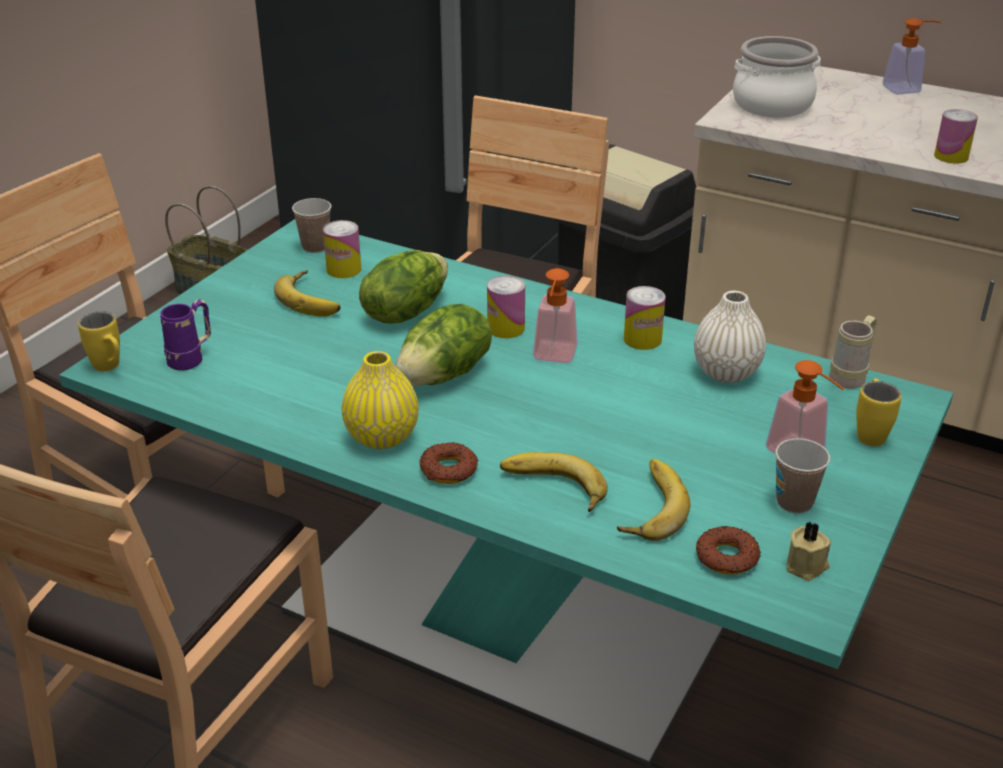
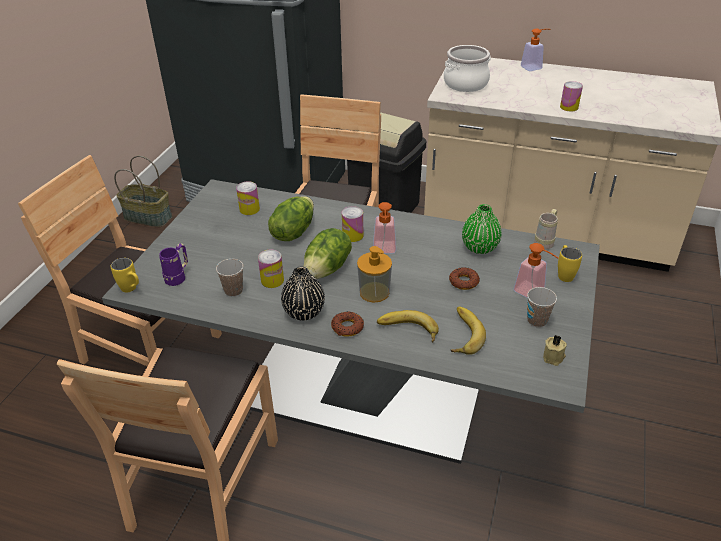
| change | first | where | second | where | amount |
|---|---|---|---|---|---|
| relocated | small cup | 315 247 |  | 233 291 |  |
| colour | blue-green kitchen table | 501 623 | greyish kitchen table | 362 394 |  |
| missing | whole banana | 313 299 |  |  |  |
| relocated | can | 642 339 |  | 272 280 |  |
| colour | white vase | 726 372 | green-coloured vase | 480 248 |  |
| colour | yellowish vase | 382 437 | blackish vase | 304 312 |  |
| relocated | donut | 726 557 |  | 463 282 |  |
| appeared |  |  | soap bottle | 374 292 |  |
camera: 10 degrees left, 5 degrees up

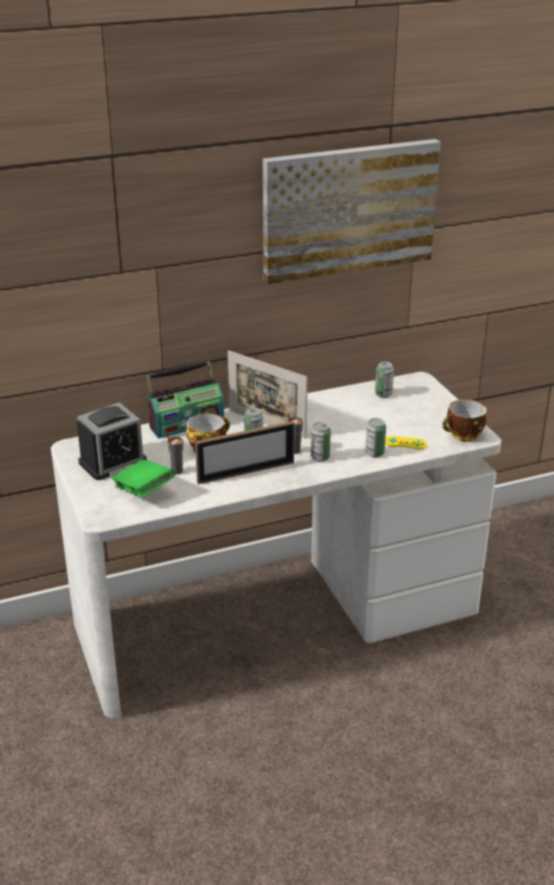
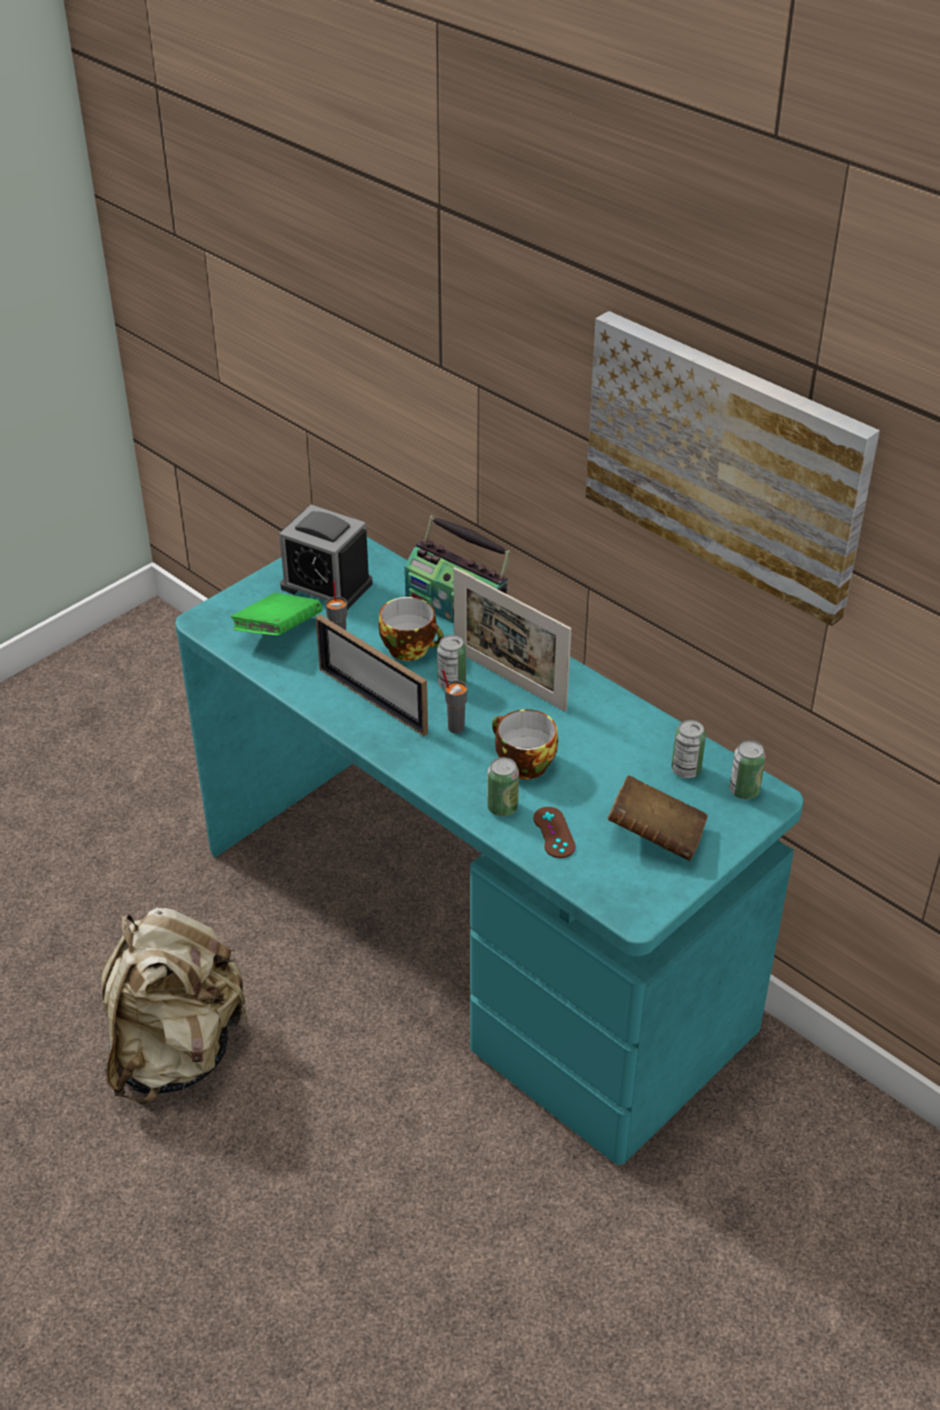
| change | first | where | second | where | amount |
|---|---|---|---|---|---|
| spun | standing frame | 266 424 |  | 509 680 | 60 degrees counterclockwise |
| colour | white desk unit | 276 616 | blue-green desk unit | 471 932 |  |
| relocated | small cup | 463 435 |  | 521 764 |  |
| relocated | can | 320 457 |  | 744 791 |  |
| colour | yellowish gamepad | 405 443 | brown-coloured gamepad | 554 833 |  |
| appeared |  |  | brown-coloured bound book | 656 836 |  |
| appeared |  |  | beige knapsack | 176 1051 |  |
camera: 65 degrees right, 10 degrees up

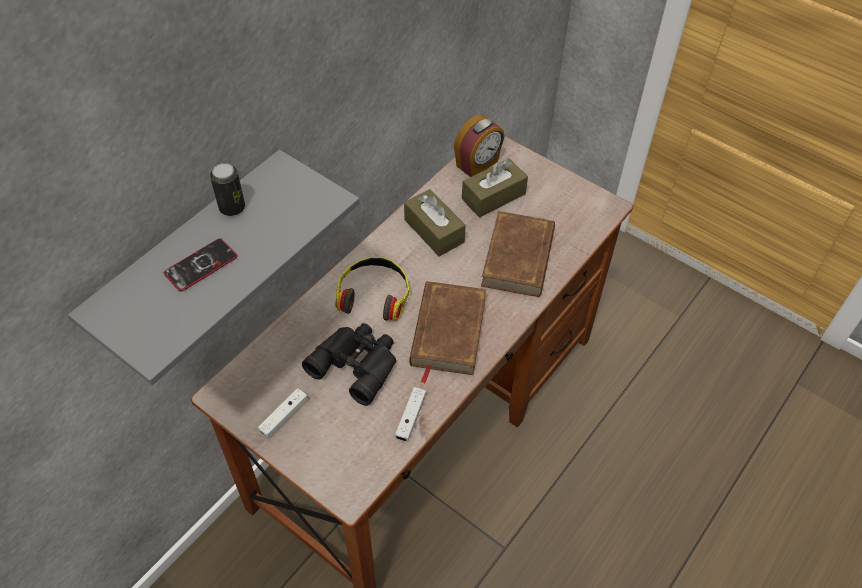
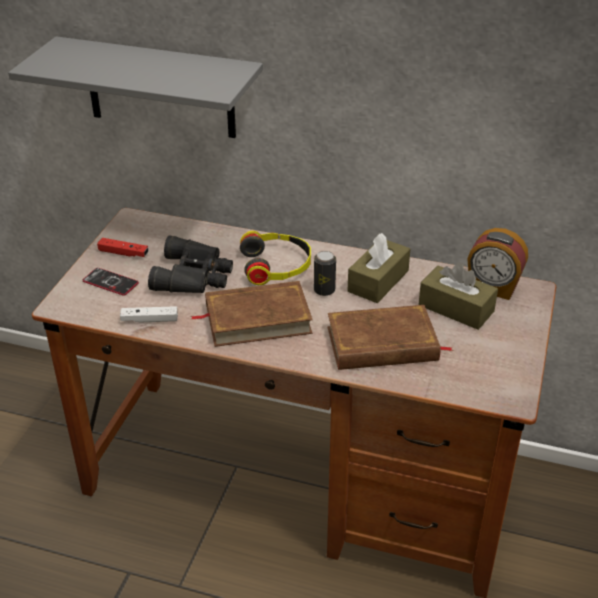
| change | first | where | second | where | amount |
|---|---|---|---|---|---|
| relocated | can | 232 207 |  | 324 290 |  |
| relocated | handset | 201 265 |  | 110 282 |  |
| colour | white gamepad | 284 416 | red gamepad | 123 253 |  |
camera: 70 degrees right, 15 degrees down

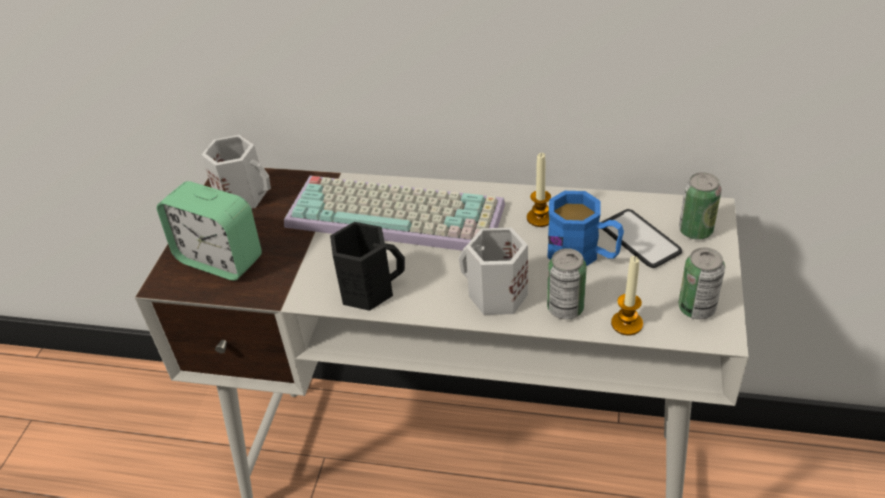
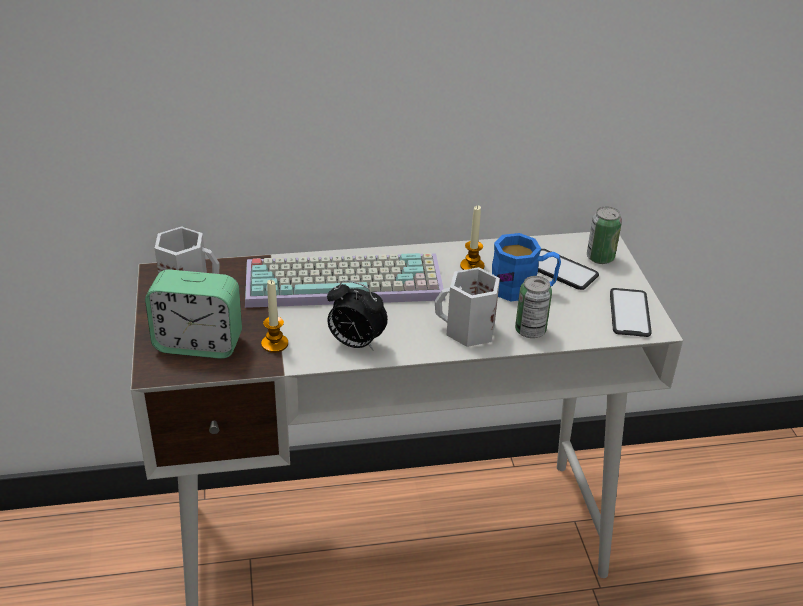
| change | first | where | second | where | amount |
|---|---|---|---|---|---|
| exchanged | blackish coffee mug | 368 288 | alarm clock | 355 343 |  |
| exchanged | can | 696 308 | handset | 629 313 |  |
| relocated | wax candle | 626 324 |  | 274 344 |  |
camera: 25 degrees left, 5 degrees down

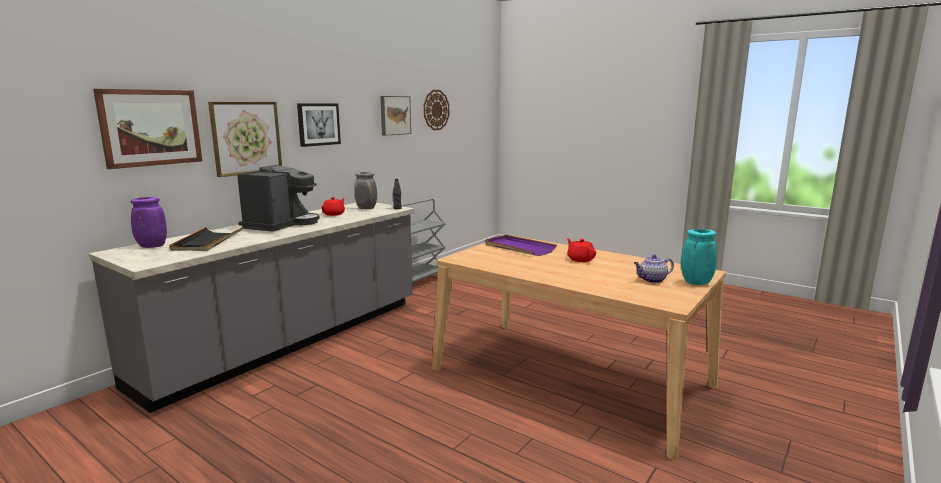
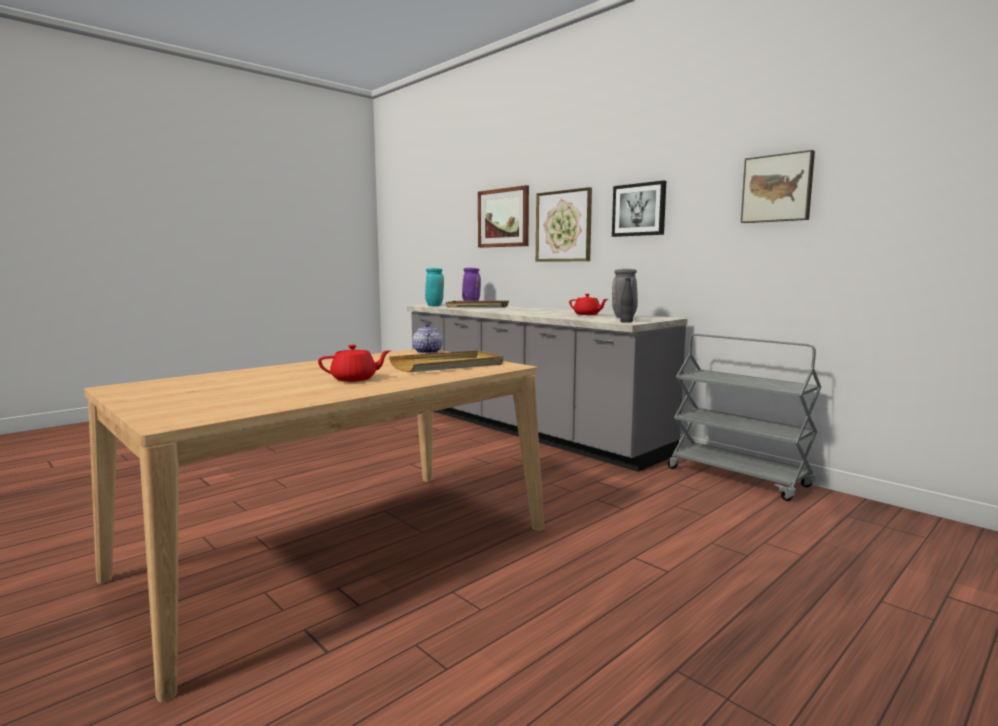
| change | first | where | second | where | amount |
|---|---|---|---|---|---|
| missing | wall clock | 436 110 |  |  |  |
| missing | coffee brewer | 281 224 |  |  |  |
| relocated | blue-green vase | 696 283 |  | 434 306 |  |
| colour | purplish carrying tray | 519 248 | beige carrying tray | 448 365 |  |
| relocated | teapot | 652 280 |  | 427 352 |  |
camera: 100 degrees right, 5 degrees down

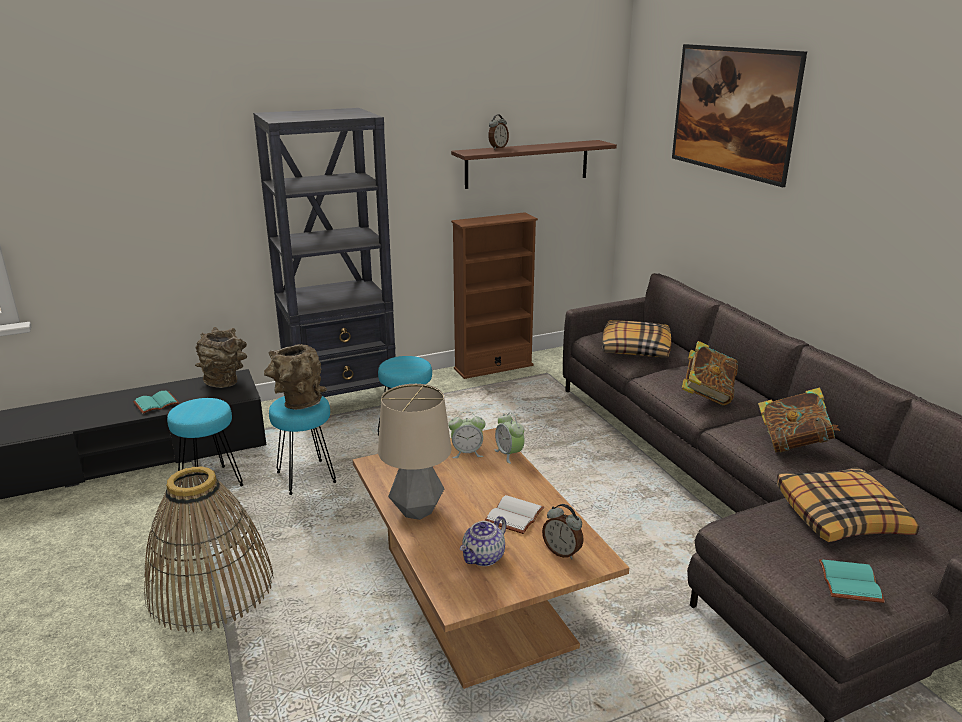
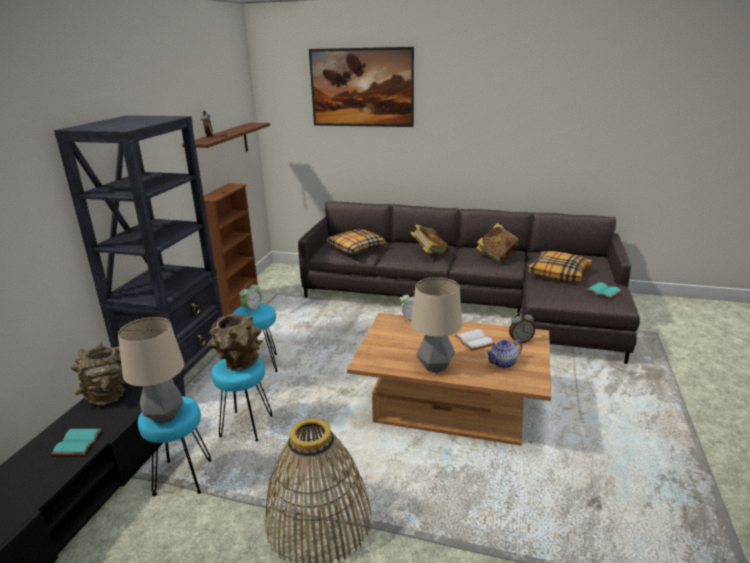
| change | first | where | second | where | amount |
|---|---|---|---|---|---|
| relocated | alarm clock | 467 453 |  | 252 310 |  |
| spun | teapot | 484 557 |  | 503 363 | 75 degrees clockwise |
| appeared |  |  | tabletop lamp | 165 416 |  |
camera: 50 degrees left, 0 degrees up

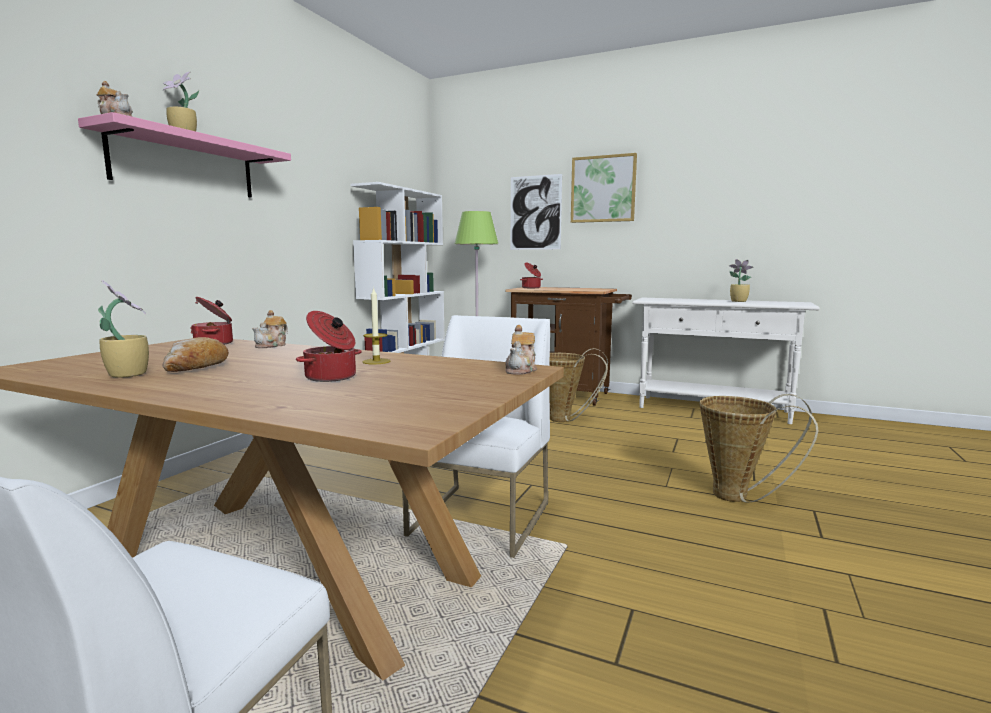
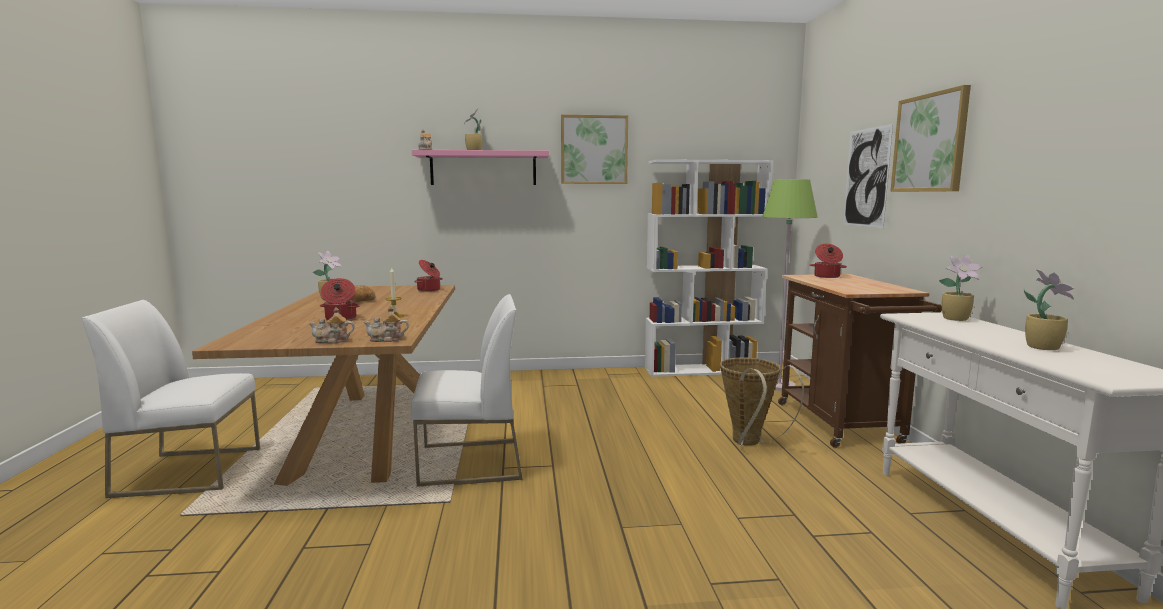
| change | first | where | second | where | amount |
|---|---|---|---|---|---|
| relocated | teapot | 272 345 |  | 332 341 |  |
| missing | household basket | 739 497 |  |  |  |
| appeared |  |  | wall picture | 594 150 |  |
| appeared |  |  | plant in a pot | 956 319 |  |
camera: 60 degrees right, 0 degrees up

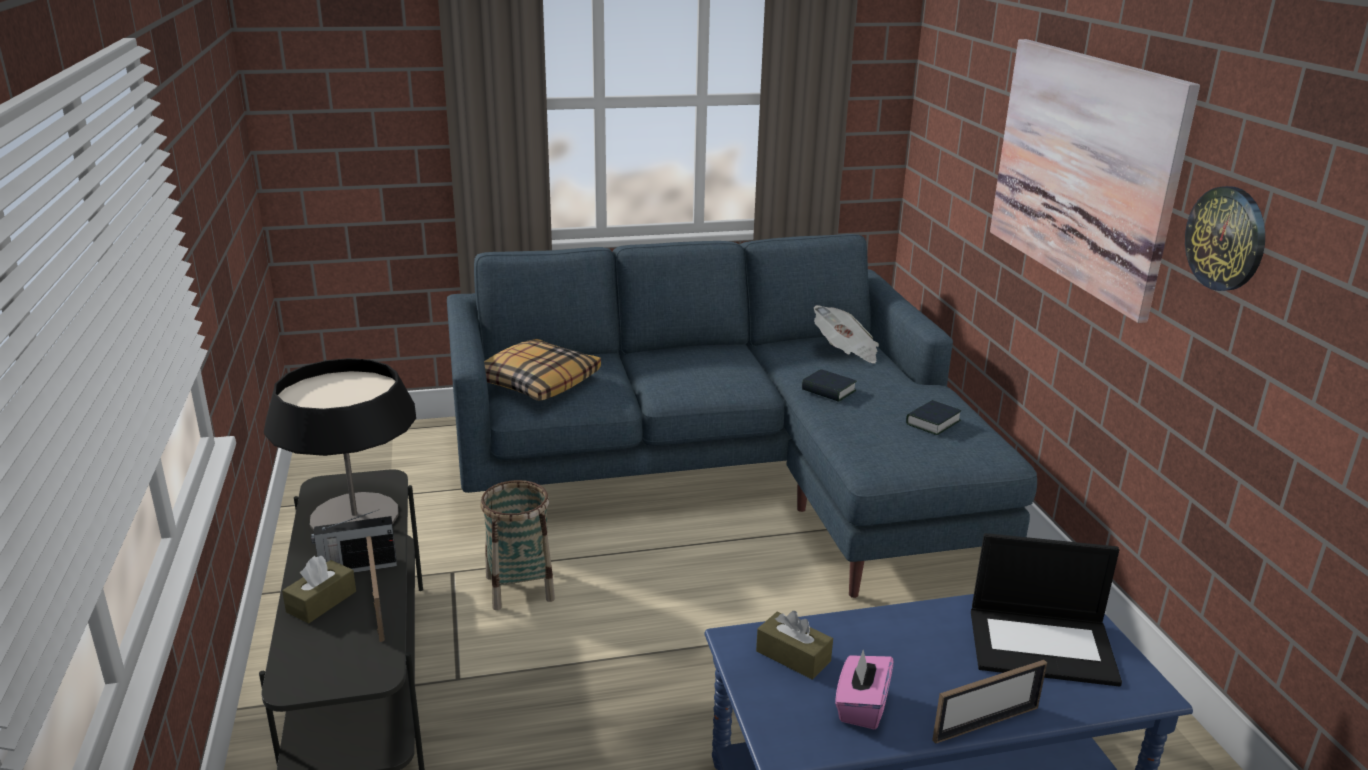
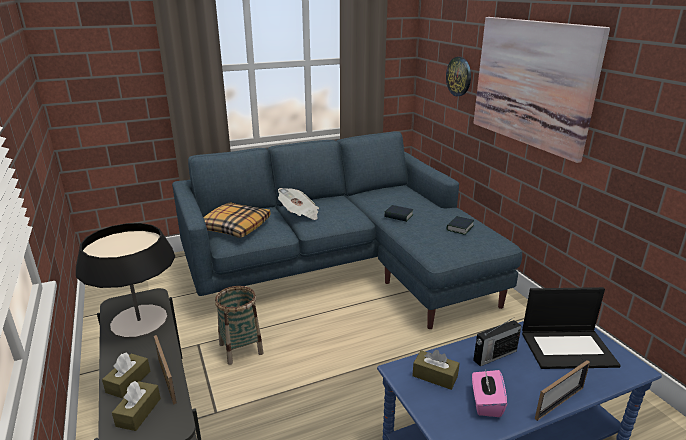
| change | first | where | second | where | amount |
|---|---|---|---|---|---|
| relocated | wall clock | 1226 238 |  | 459 76 |  |
| relocated | printed paper | 846 352 |  | 299 214 |  |
| relocated | radio | 357 567 |  | 494 356 |  |
| appeared |  |  | brown-coloured box of tissues | 138 412 |  |
camera: 10 degrees left, 0 degrees up

